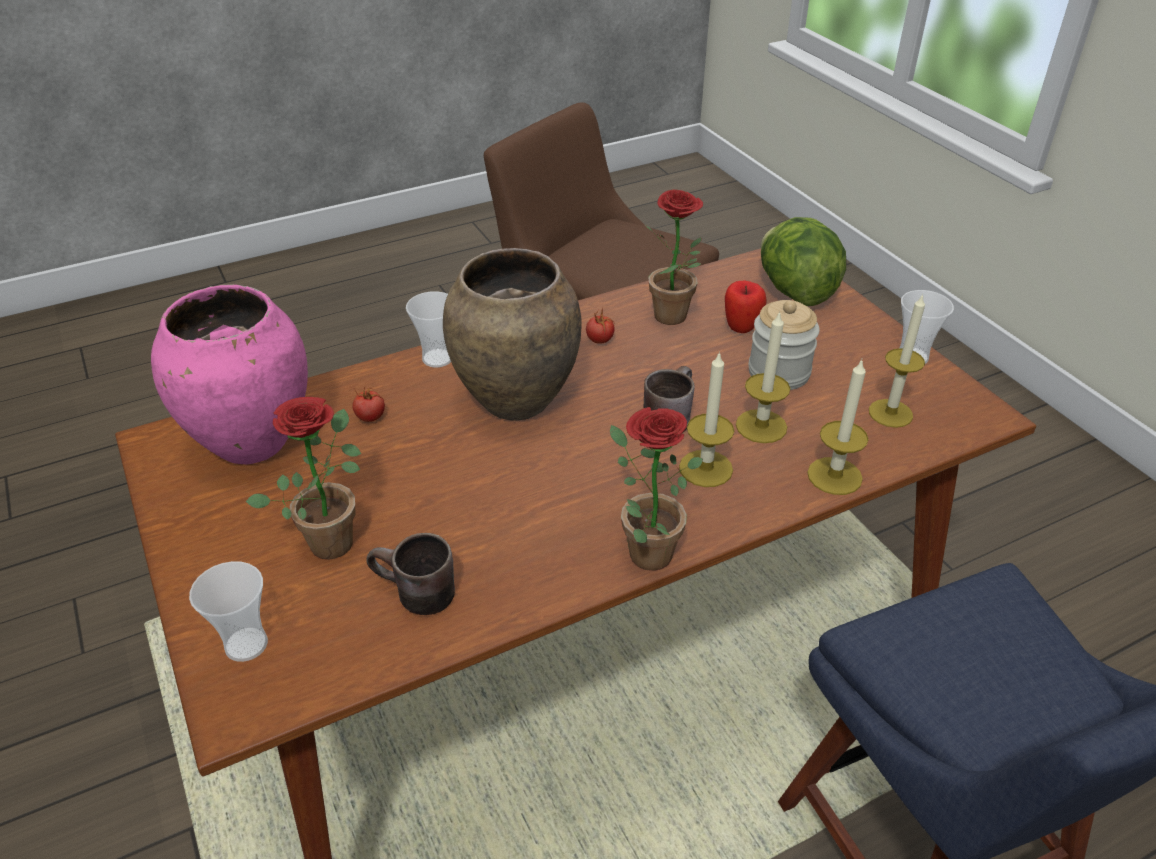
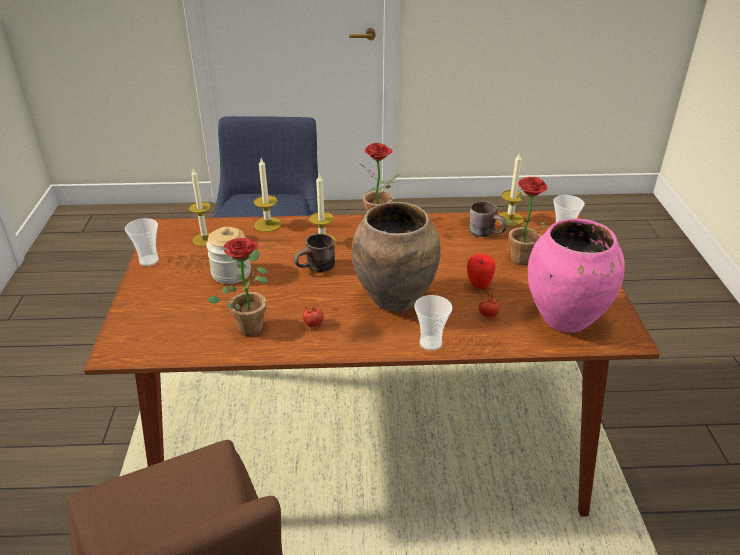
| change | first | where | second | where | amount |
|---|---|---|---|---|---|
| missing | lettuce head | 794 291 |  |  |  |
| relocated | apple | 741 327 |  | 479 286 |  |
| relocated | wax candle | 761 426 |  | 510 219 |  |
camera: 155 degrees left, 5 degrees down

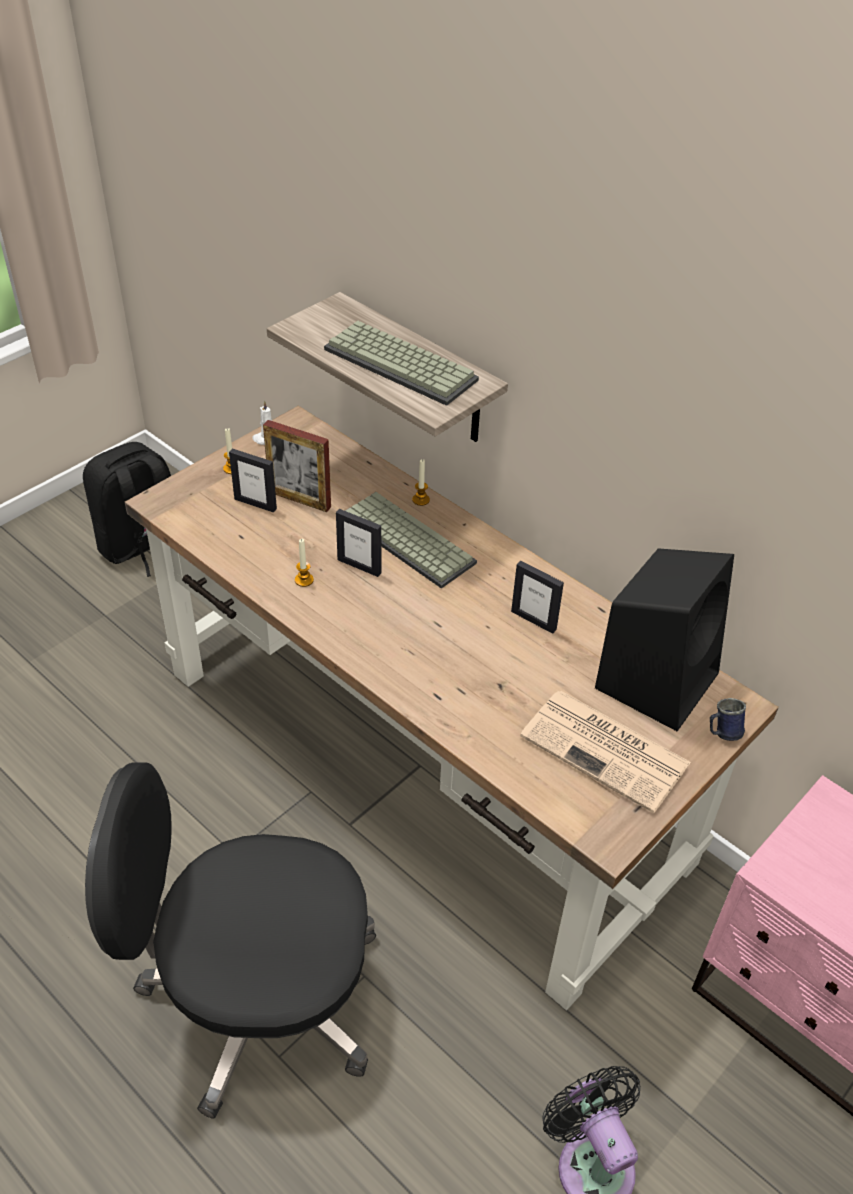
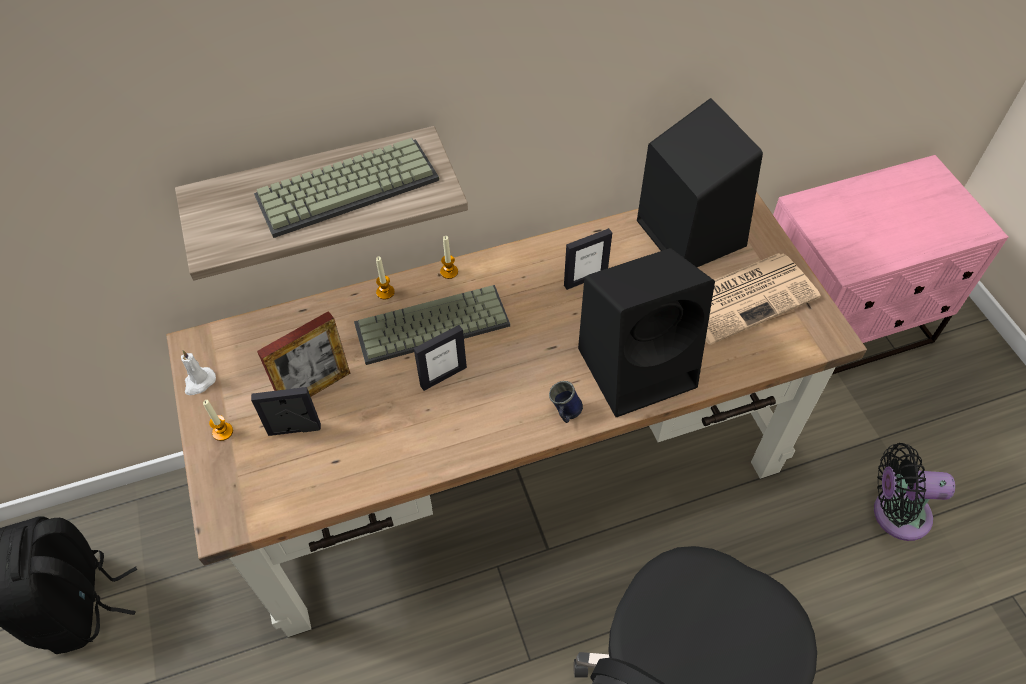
| change | first | where | second | where | amount |
|---|---|---|---|---|---|
| spun | standing frame | 255 503 |  | 294 430 | 150 degrees counterclockwise |
| relocated | wax candle | 304 580 |  | 449 272 |  |
| relocated | bluish coffee mug | 722 733 |  | 564 414 |  |
| appeared |  |  | blackish audio speaker | 639 366 |  |
camera: 60 degrees left, 10 degrees up

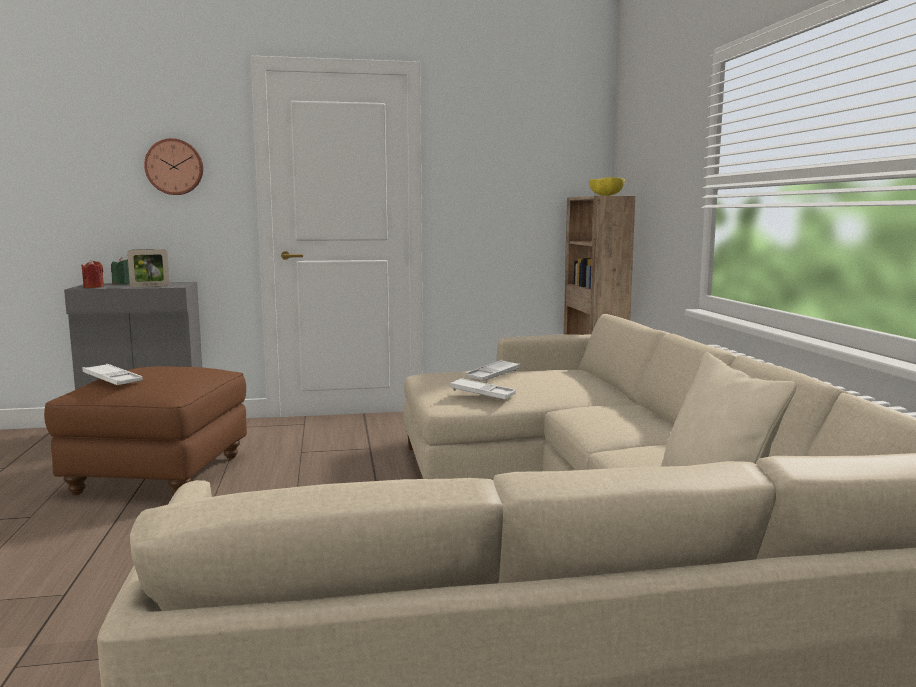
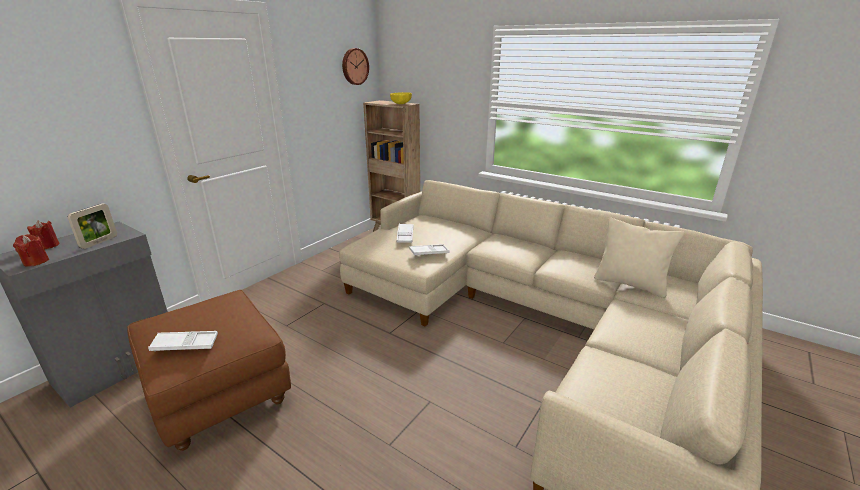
| change | first | where | second | where | amount |
|---|---|---|---|---|---|
| relocated | wall clock | 174 167 |  | 354 66 |  |
| colour | green-coloured wax candle | 122 284 | red wax candle | 48 246 |  |
camera: 45 degrees left, 15 degrees up

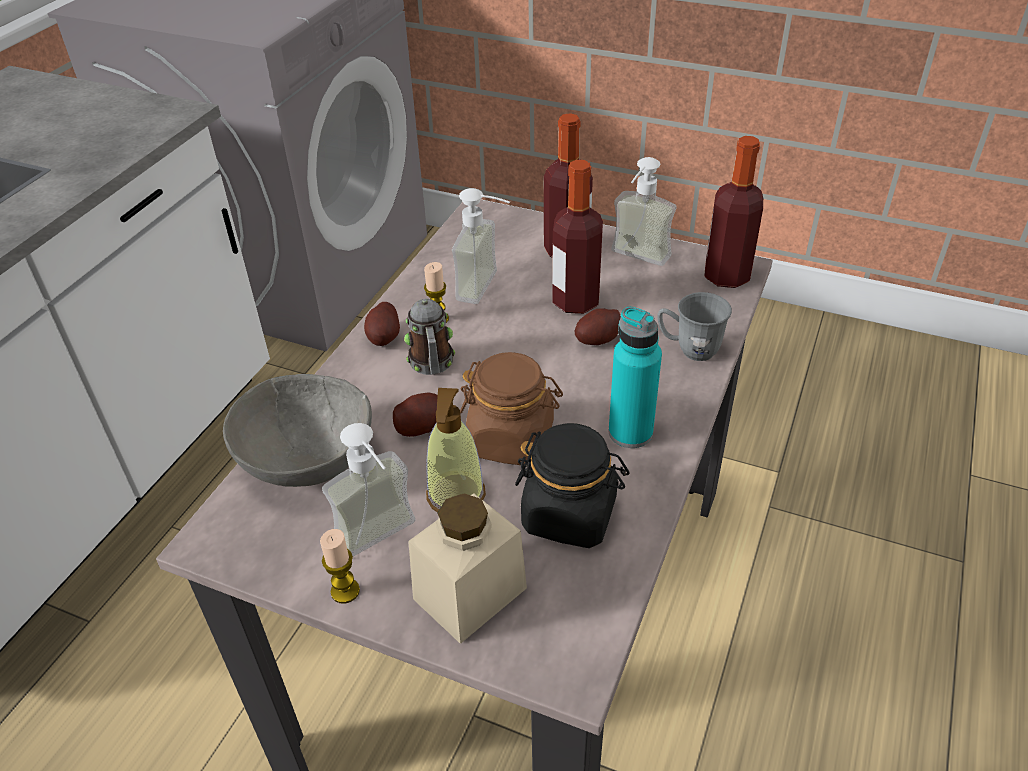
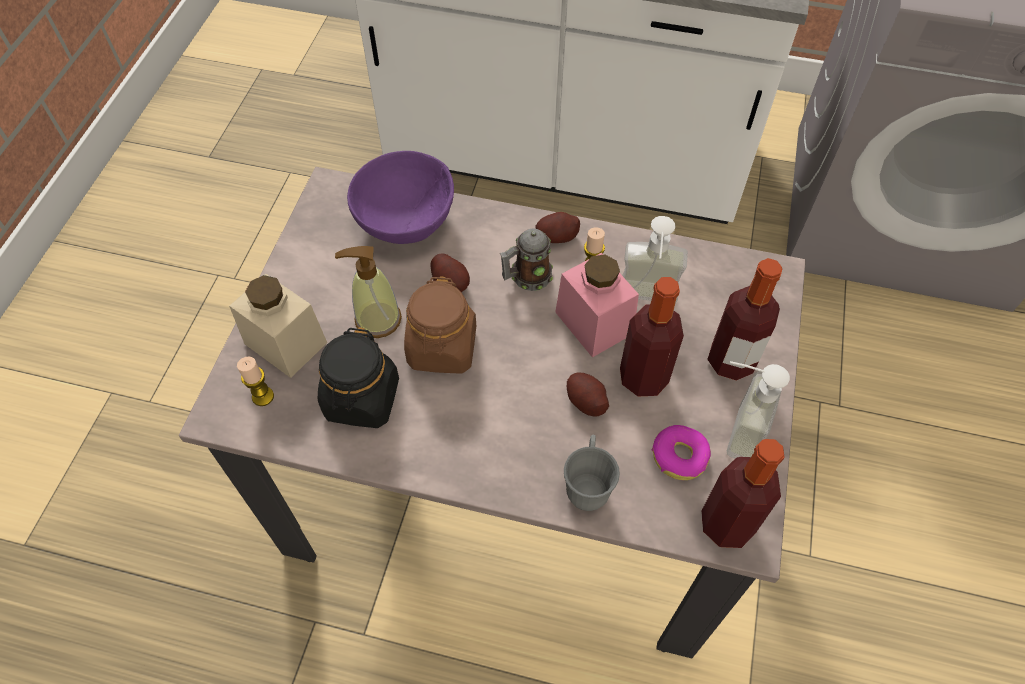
| change | first | where | second | where | amount |
|---|---|---|---|---|---|
| missing | blue-green drink bottle | 630 432 |  |  |  |
| colour | greyish deep dish | 306 461 | purplish deep dish | 406 220 |  |
| missing | soap bottle | 384 542 |  |  |  |
| relocated | wax candle | 345 591 |  | 263 396 |  |
| appeared |  |  | pink-coloured storage jar | 594 323 |  |
| appeared |  |  | donut | 679 456 |  |
camera: 80 degrees right, 15 degrees up

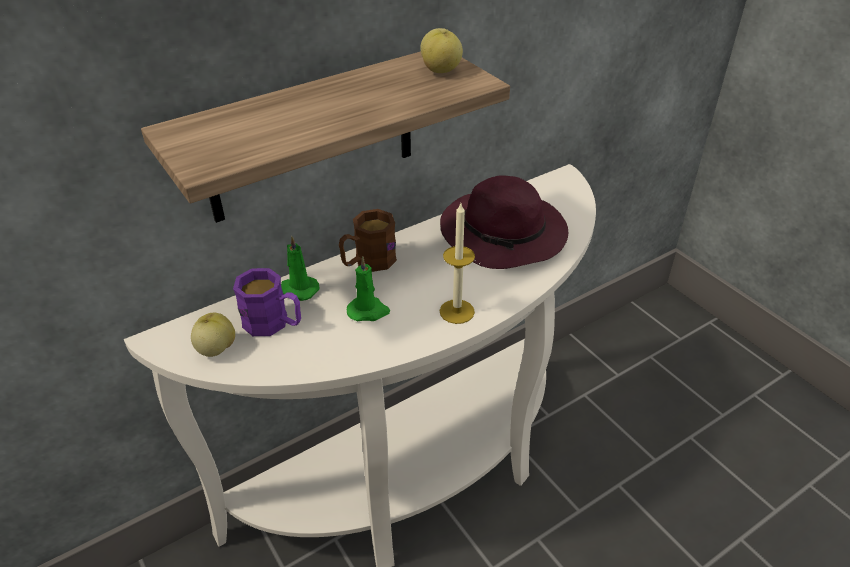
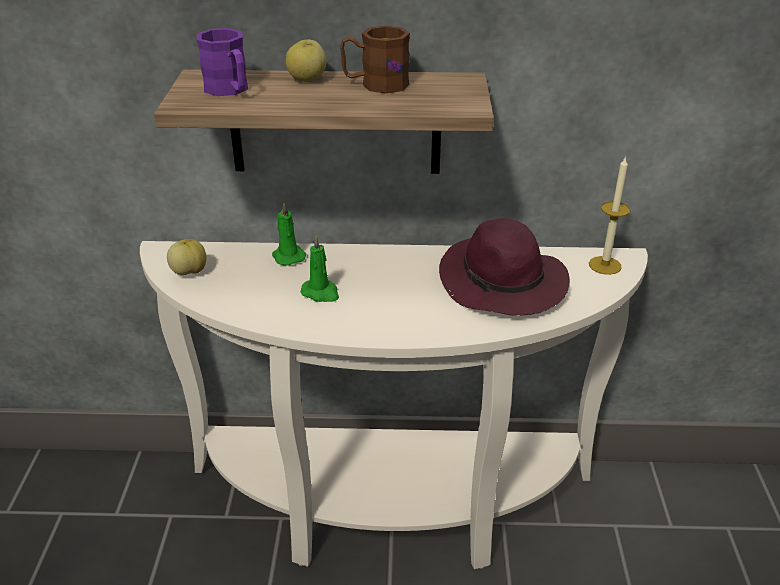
| change | first | where | second | where | amount |
|---|---|---|---|---|---|
| relocated | apple | 441 70 |  | 308 79 |  |
| relocated | wax candle | 457 311 |  | 605 265 |  |
| relocated | brown-coloured coffee mug | 368 262 |  | 375 84 |  |
| relocated | purplish coffee mug | 274 323 |  | 230 90 |  |
camera: 35 degrees right, 5 degrees down

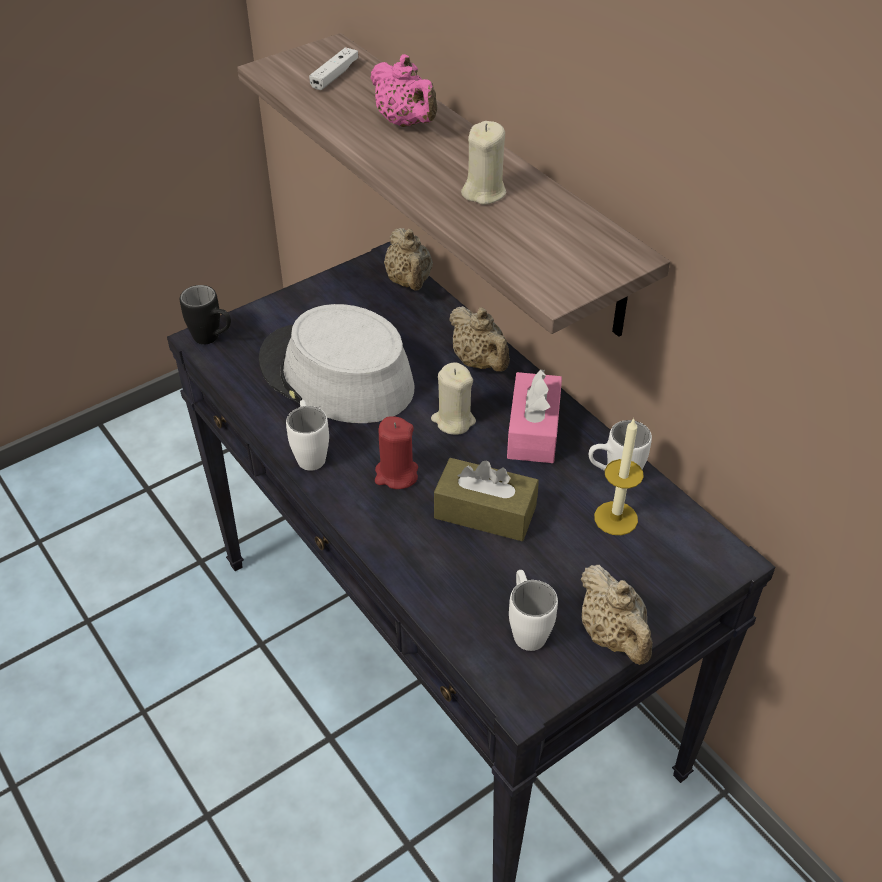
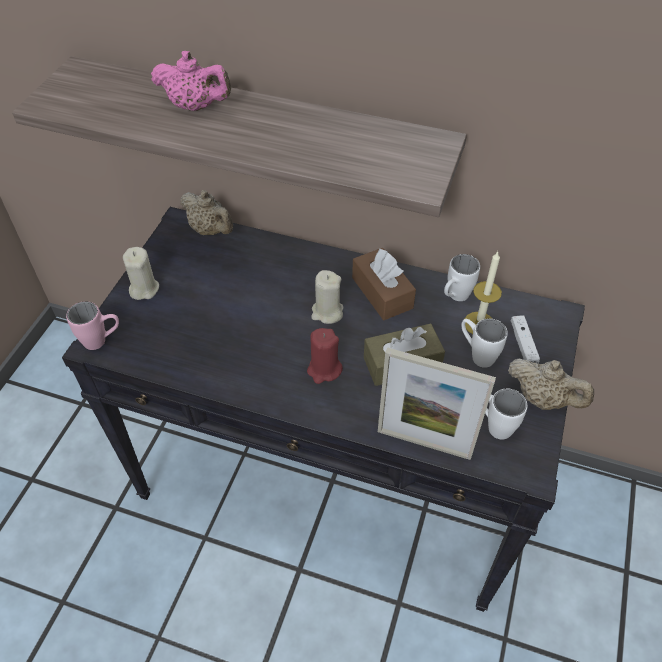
| change | first | where | second | where | amount |
|---|---|---|---|---|---|
| relocated | white gamepad | 334 75 |  | 523 344 |  |
| relocated | beige wax candle | 484 192 |  | 144 289 |  |
| colour | blackish coffee mug | 213 339 | pink-coloured coffee mug | 102 341 |  |
| missing | greyish hat | 335 375 |  |  |  |
| missing | beige teapot | 480 362 |  |  |  |
| colour | pink-coloured box of tissues | 533 430 | brown-coloured box of tissues | 382 293 |  |
| relocated | white coffee mug | 310 453 |  | 476 354 |  |
| appeared |  |  | standing frame | 424 443 |  |
camera: 35 degrees left, 5 degrees up

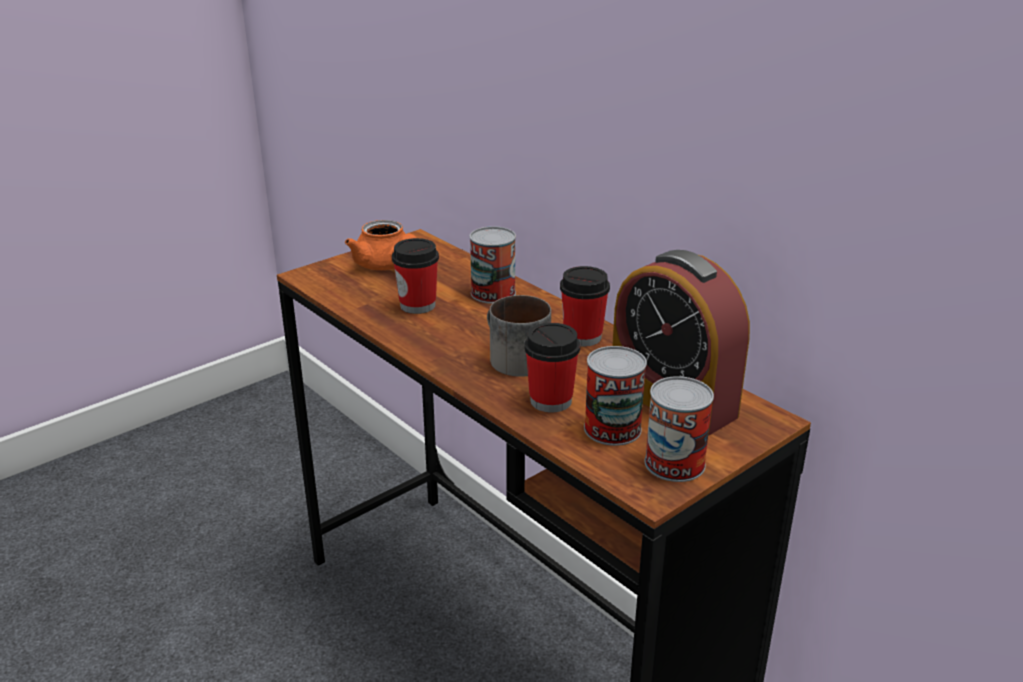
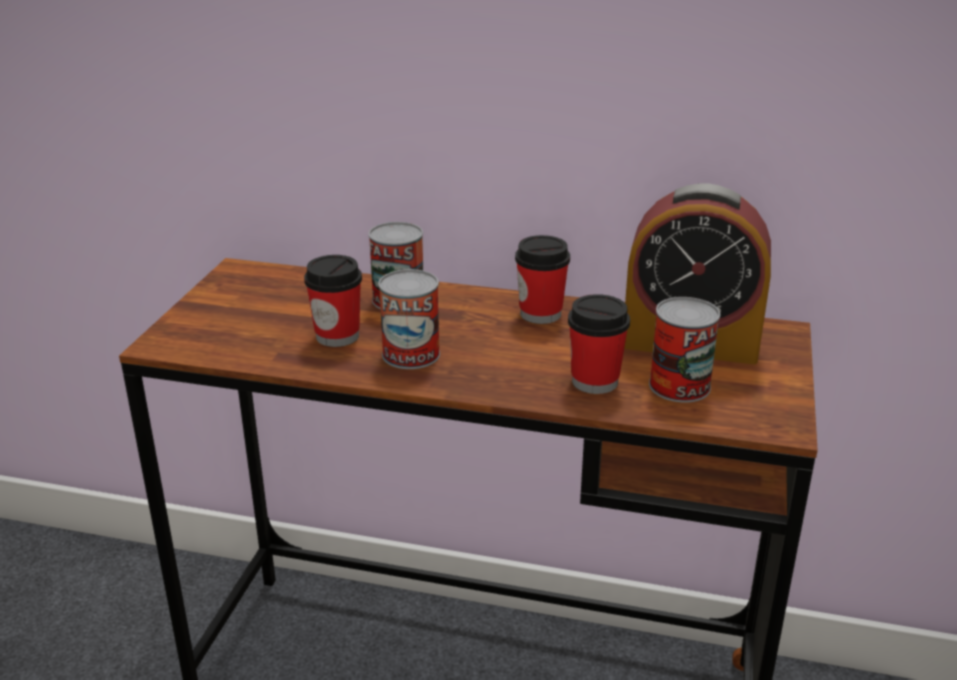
| change | first | where | second | where | amount |
|---|---|---|---|---|---|
| missing | orange-coloured teapot | 387 266 |  |  |  |
| missing | coffee mug | 512 359 |  |  |  |
| relocated | can | 674 463 |  | 411 354 |  |
camera: 35 degrees left, 0 degrees up

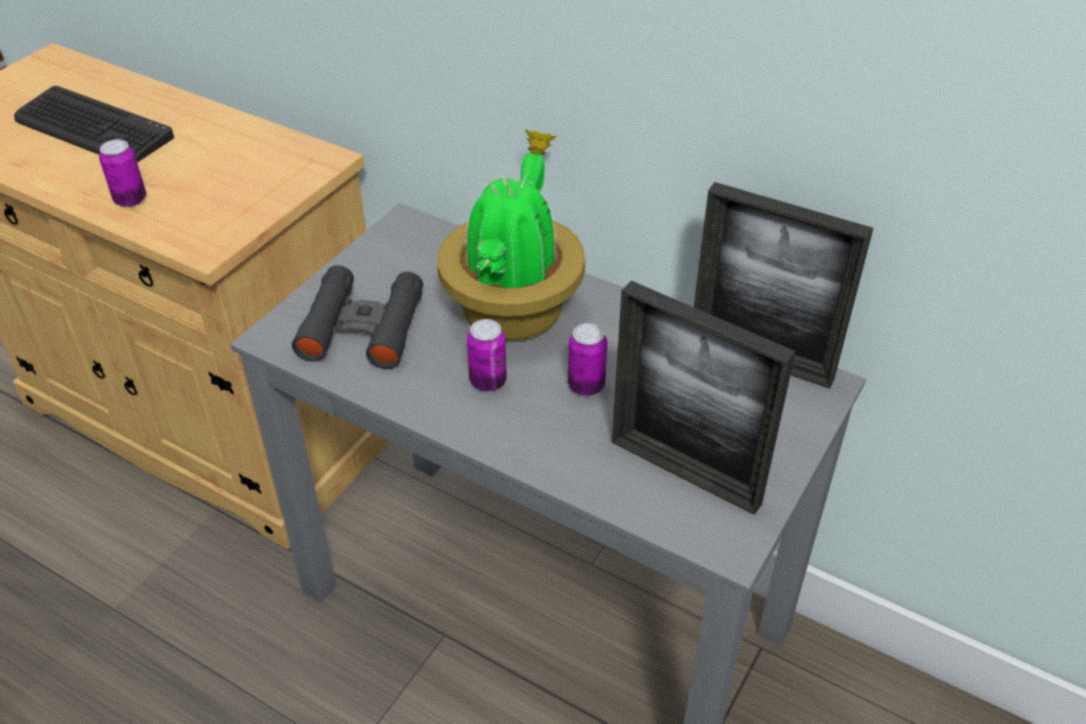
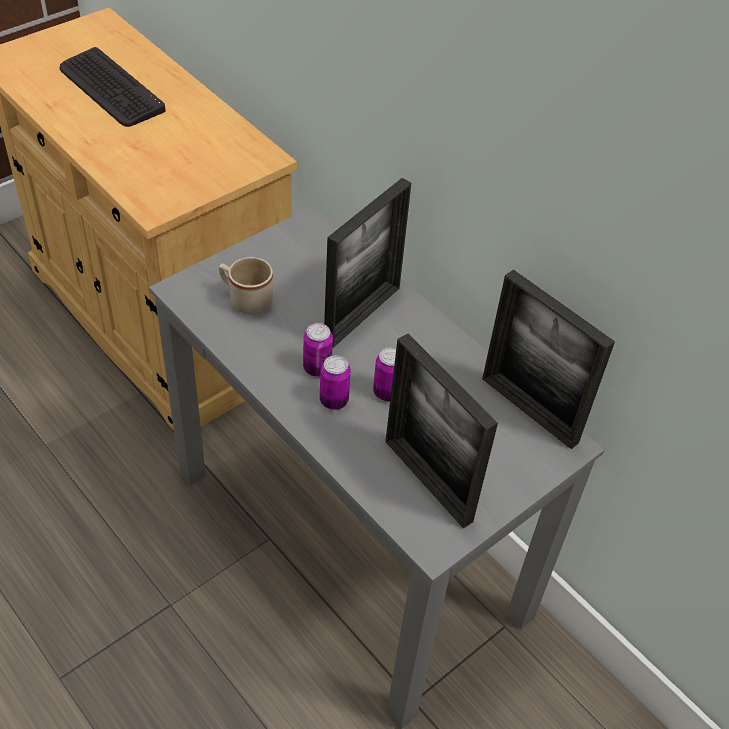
| change | first | where | second | where | amount |
|---|---|---|---|---|---|
| exchanged | plant in a pot | 514 307 | standing frame | 362 314 |  |
| relocated | can | 130 200 |  | 334 401 |  |
| exchanged | blackish pair of binoculars | 362 327 | beige coffee mug | 245 299 |  |
camera: 15 degrees right, 5 degrees up

